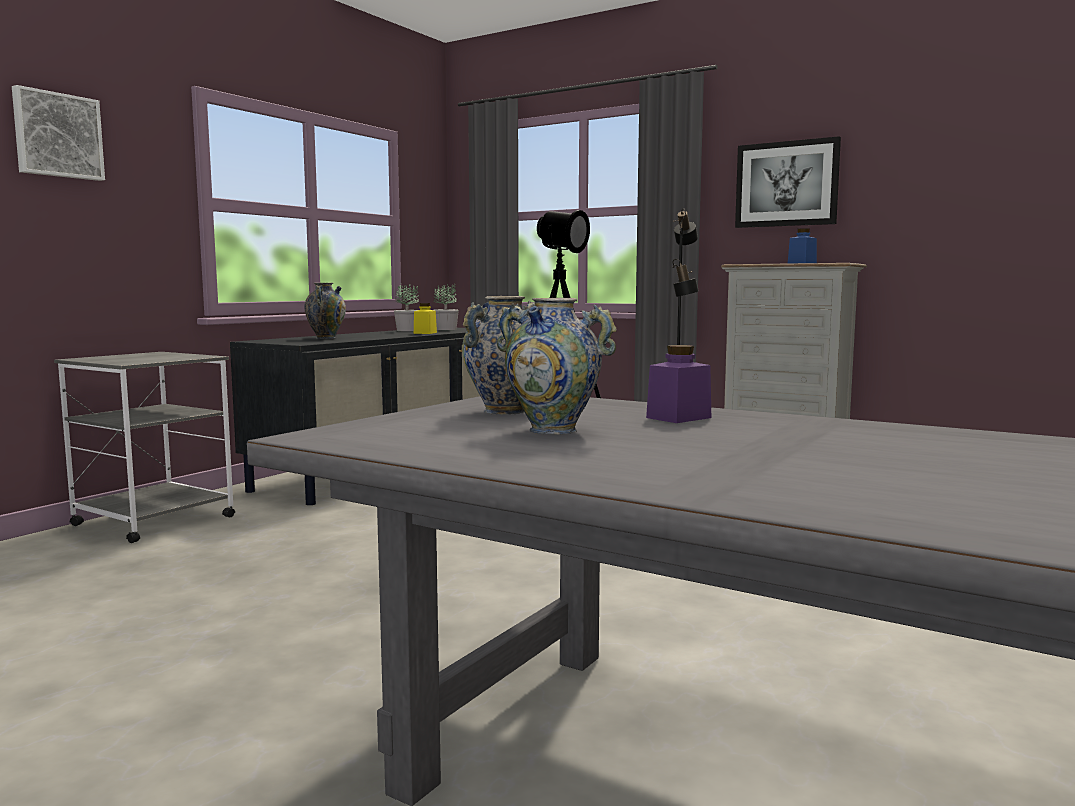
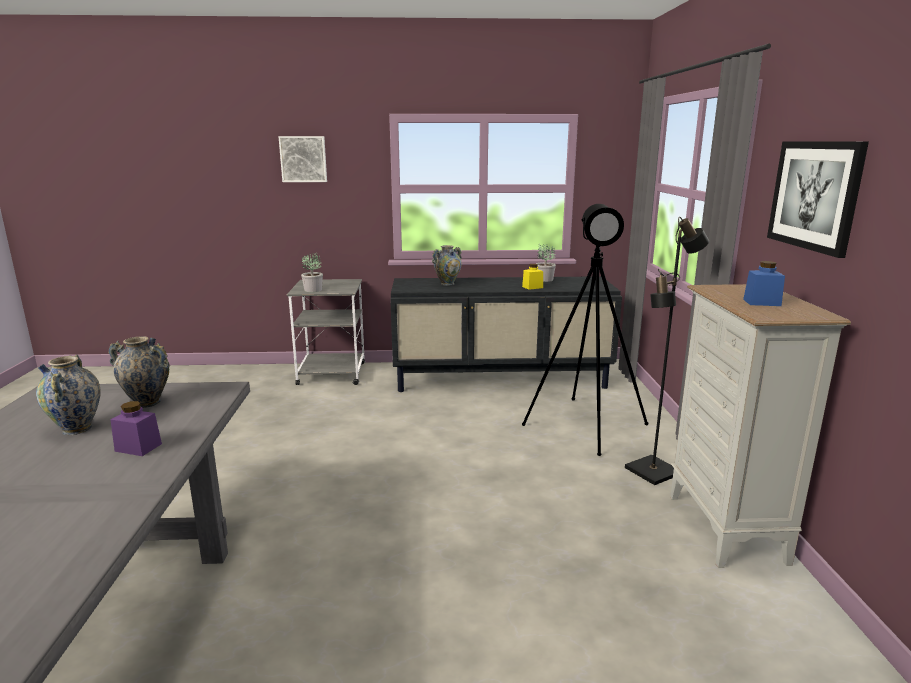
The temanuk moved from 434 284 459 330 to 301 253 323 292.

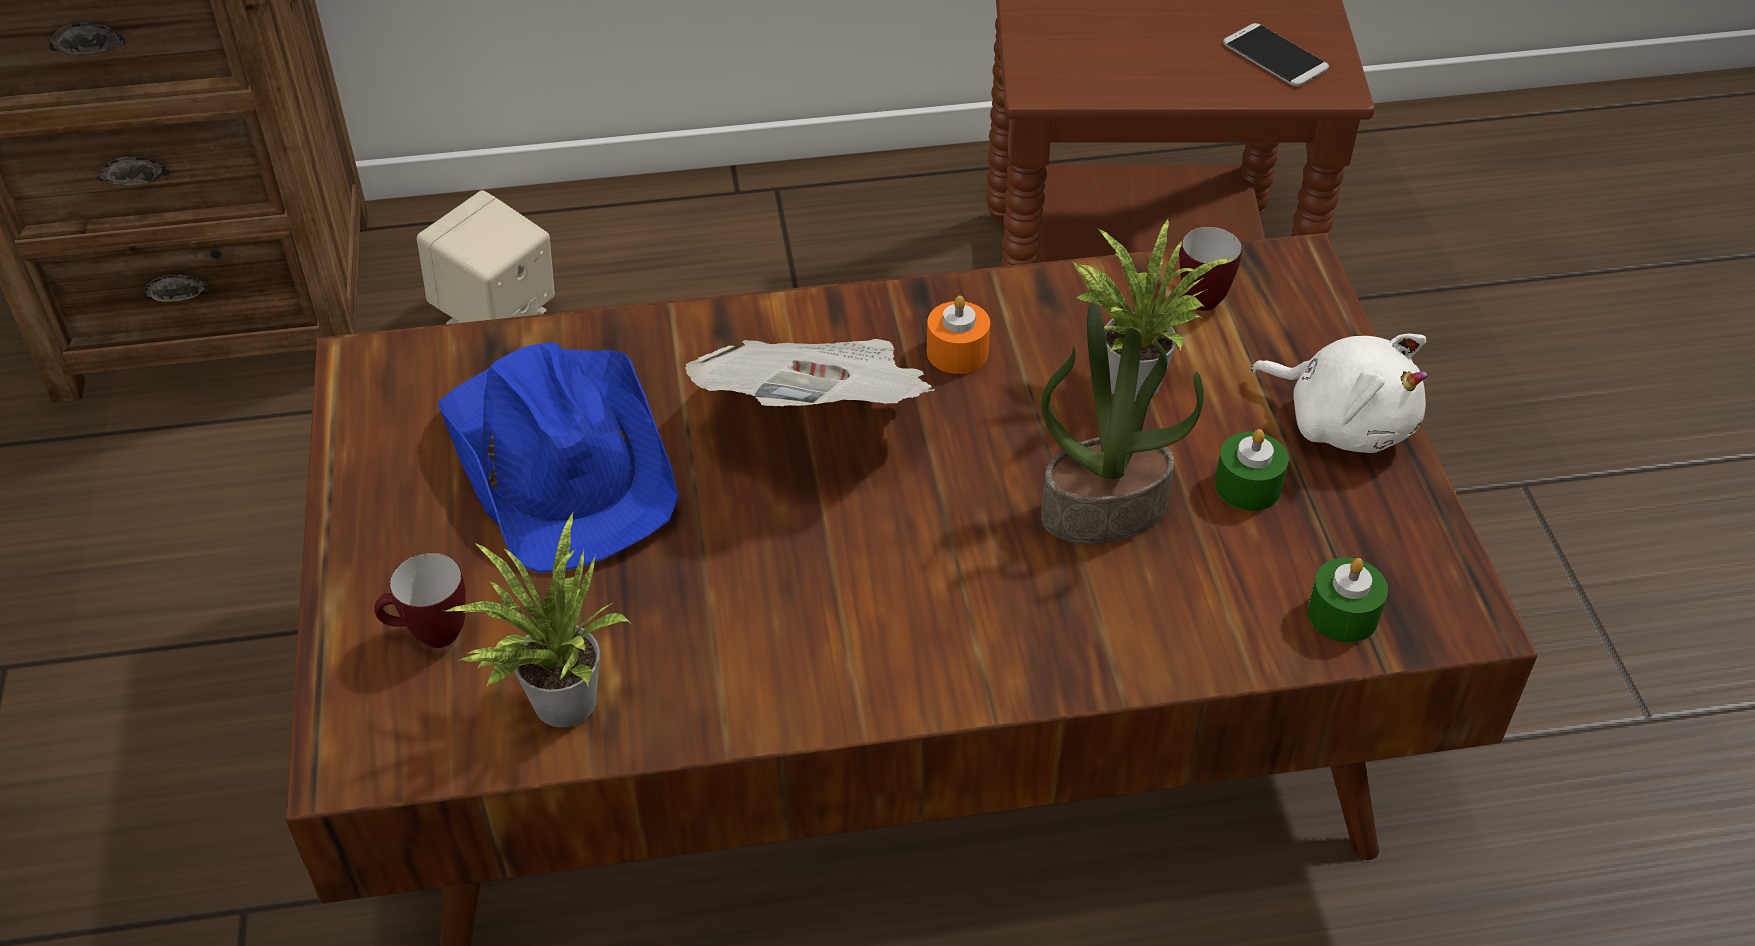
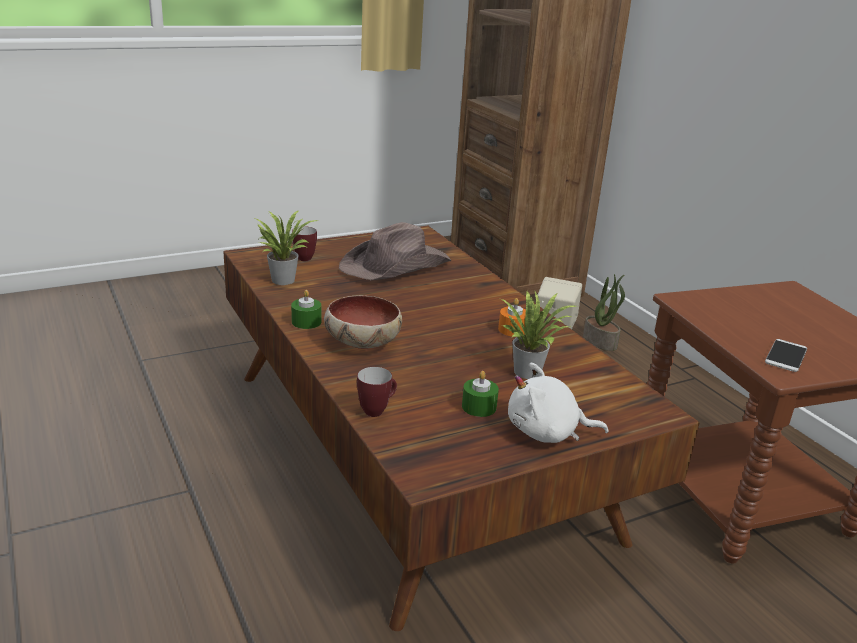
The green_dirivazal moved from 1307 558 1388 643 to 291 290 321 329. The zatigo at 324 295 402 349 appeared. The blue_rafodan at 438 343 679 573 became the brown_rafodan at 339 222 451 280. The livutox moved from 1179 227 1242 311 to 357 367 397 417. The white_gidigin at 1251 333 1428 453 turned 75 degrees clockwise. The temanuk moved from 1041 303 1204 544 to 583 274 625 351. The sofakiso at 685 339 935 406 disappeared.

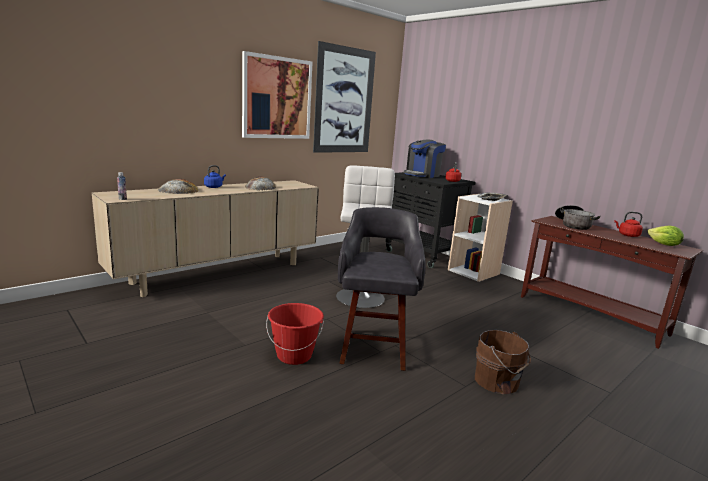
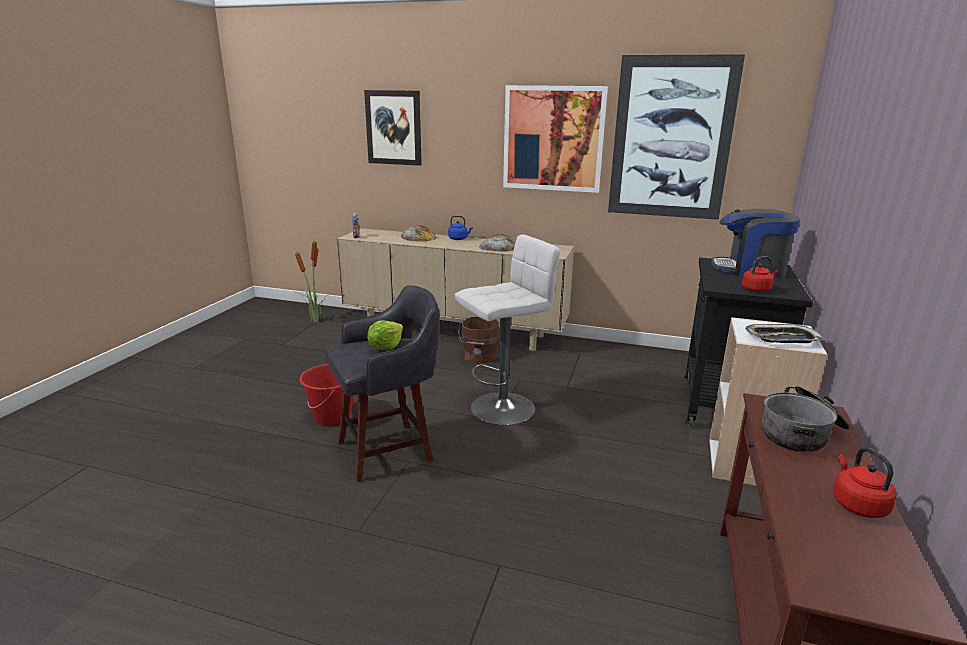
The temanuk at 295 241 330 323 appeared. The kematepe at 364 90 422 166 appeared. The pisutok moved from 647 225 684 246 to 367 321 403 350. The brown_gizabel moved from 475 330 531 394 to 458 316 500 363.

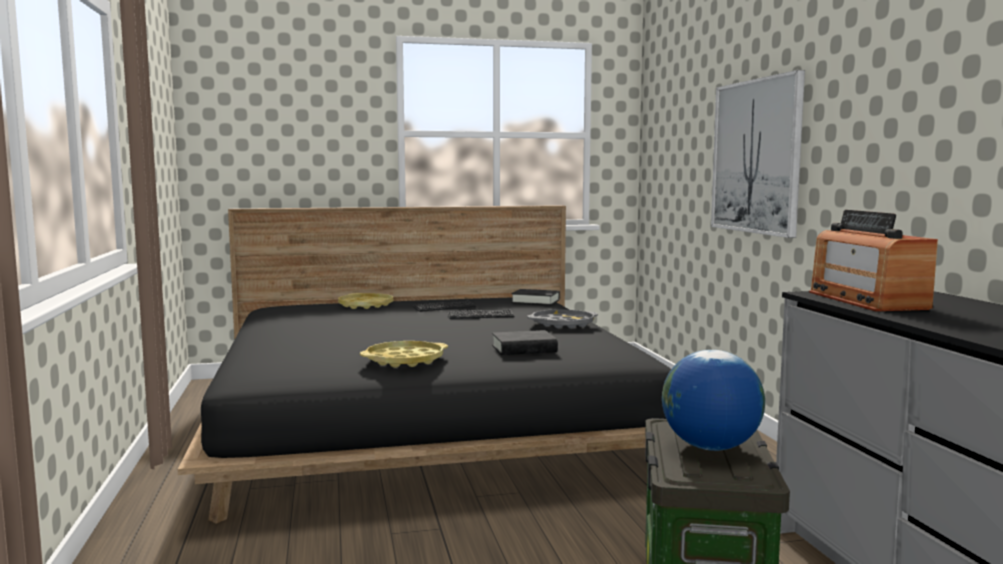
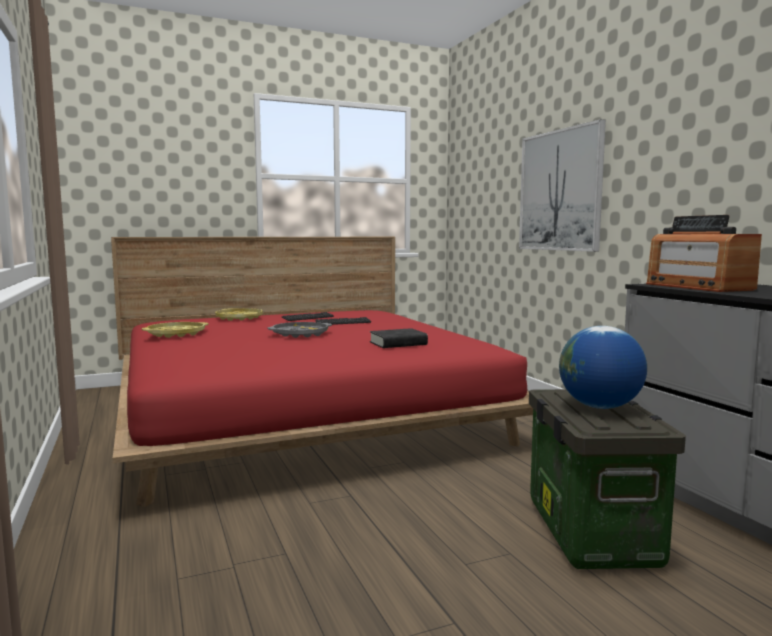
The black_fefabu at 178 205 671 523 became the red_fefabu at 111 237 533 507. The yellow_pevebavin moved from 360 341 448 368 to 142 322 209 338. The grey_pevebavin moved from 527 309 598 328 to 267 322 332 338. The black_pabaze at 511 289 560 305 disappeared.

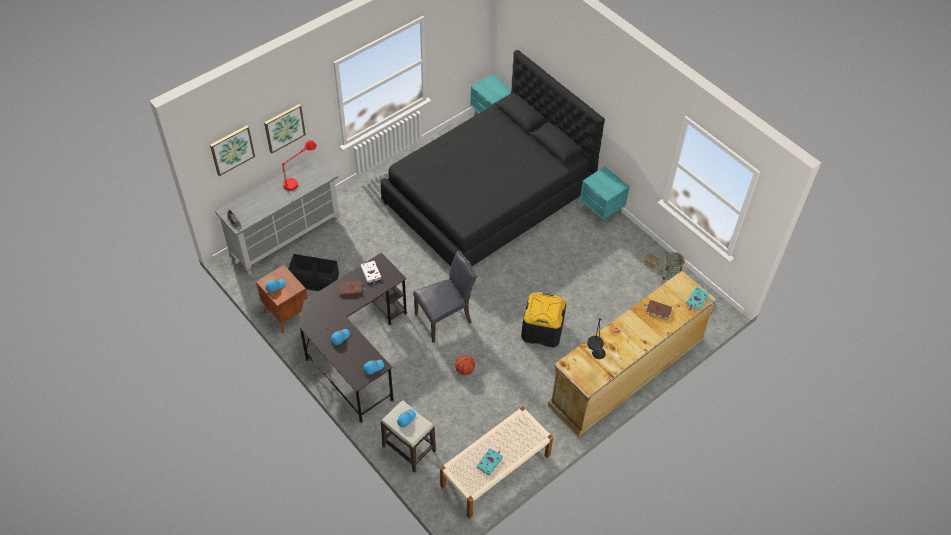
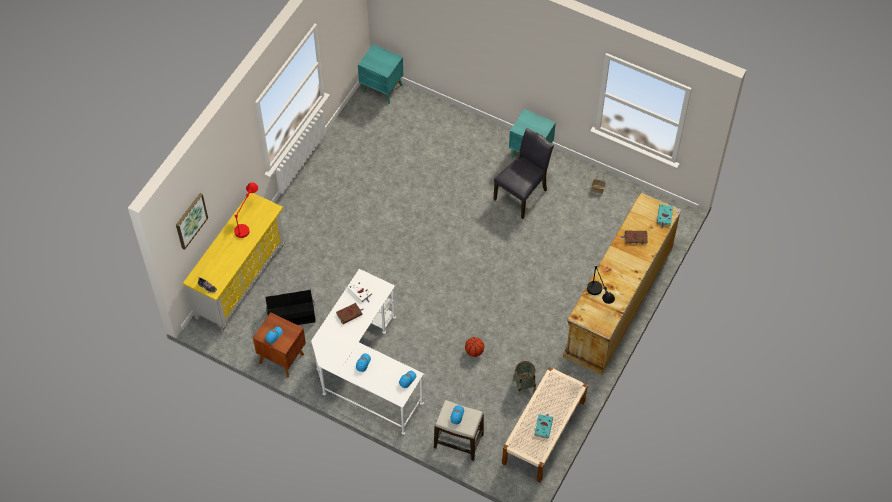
The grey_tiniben at 215 155 340 275 became the yellow_tiniben at 183 193 285 332. The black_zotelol at 298 253 407 423 became the white_zotelol at 311 269 424 435. The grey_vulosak moved from 413 251 477 342 to 493 128 554 219. The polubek moved from 661 252 685 285 to 513 361 536 395. The kematepe at 264 104 306 154 disappeared. The black_fefabu at 380 50 605 266 disappeared. The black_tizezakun at 521 292 566 348 disappeared.

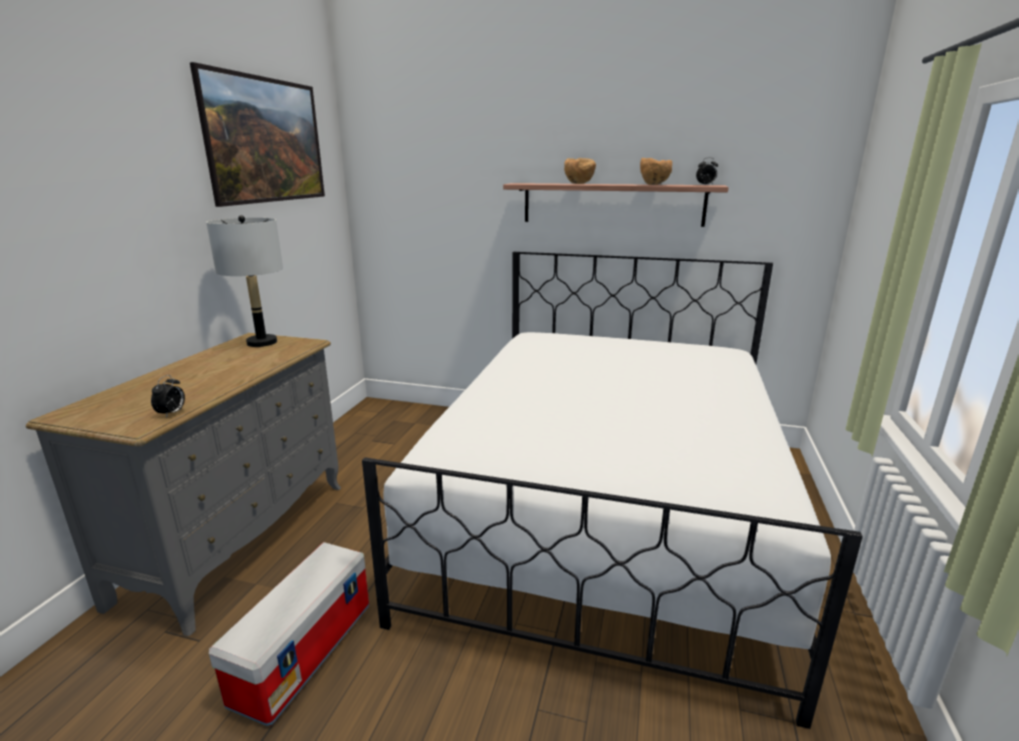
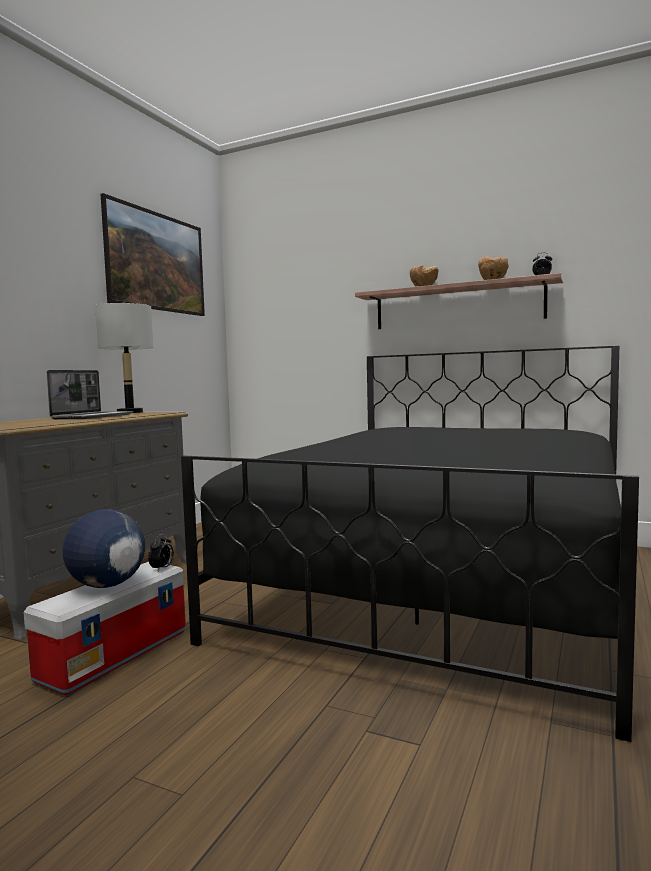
The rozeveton at 47 370 134 419 appeared. The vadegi at 63 509 145 588 appeared. The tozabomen moved from 151 375 185 418 to 148 534 173 571. The white_fefabu at 362 252 863 729 became the black_fefabu at 181 346 639 742.

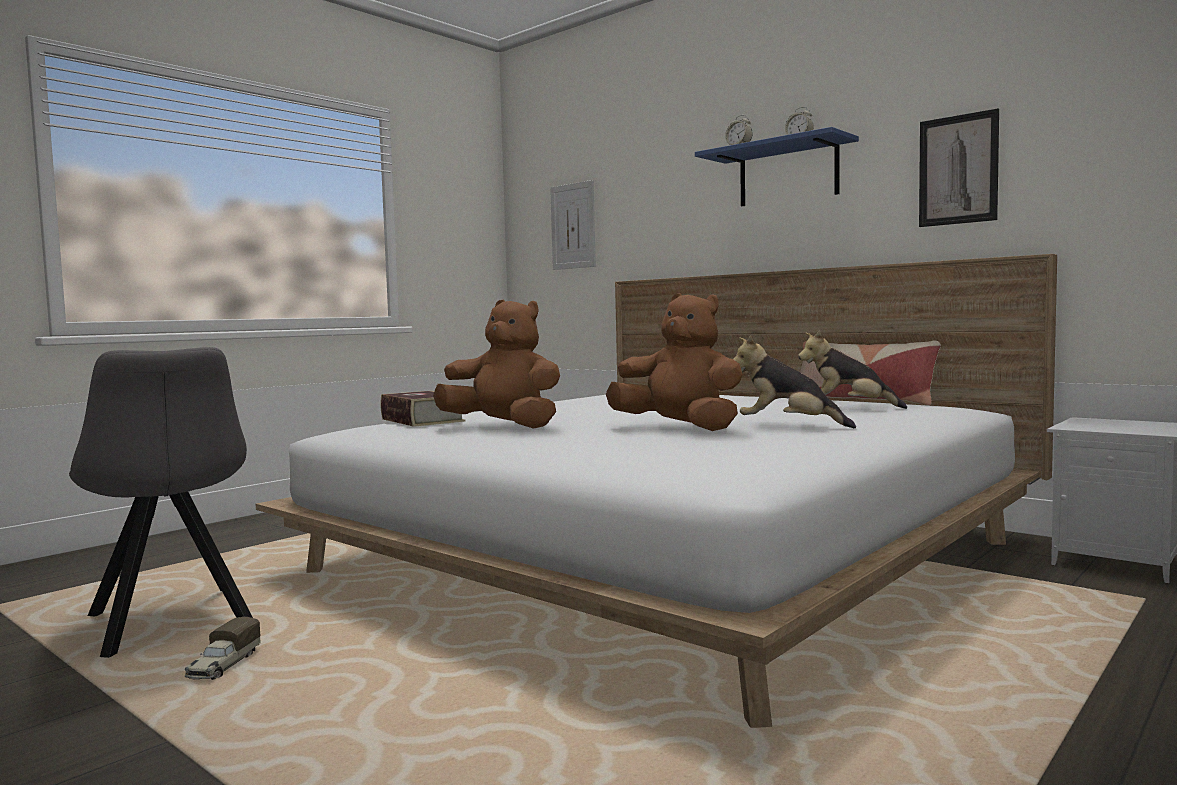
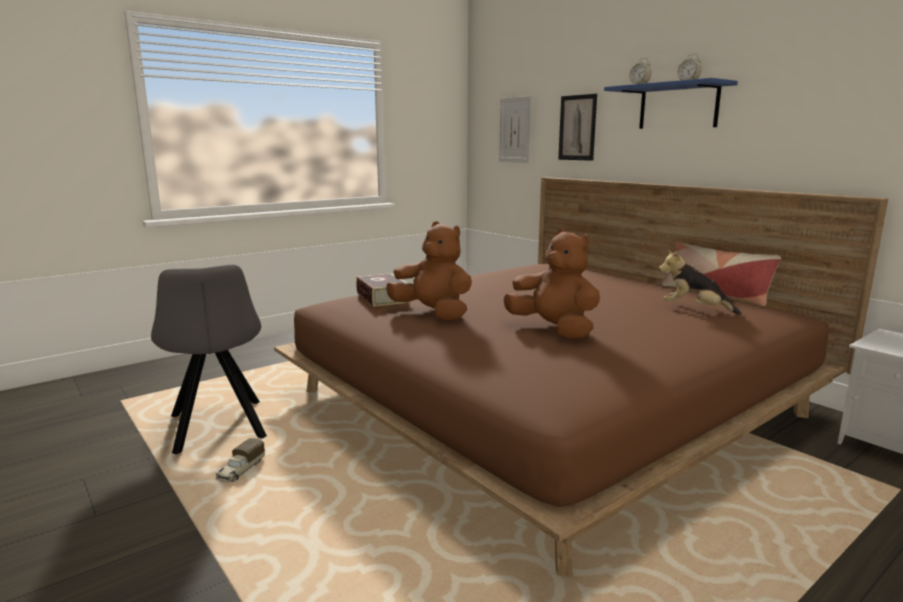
The white_fefabu at 255 254 1057 728 became the brown_fefabu at 274 177 888 577. The kematepe moved from 919 108 999 227 to 558 94 597 161. The gidigin at 733 335 856 428 disappeared.

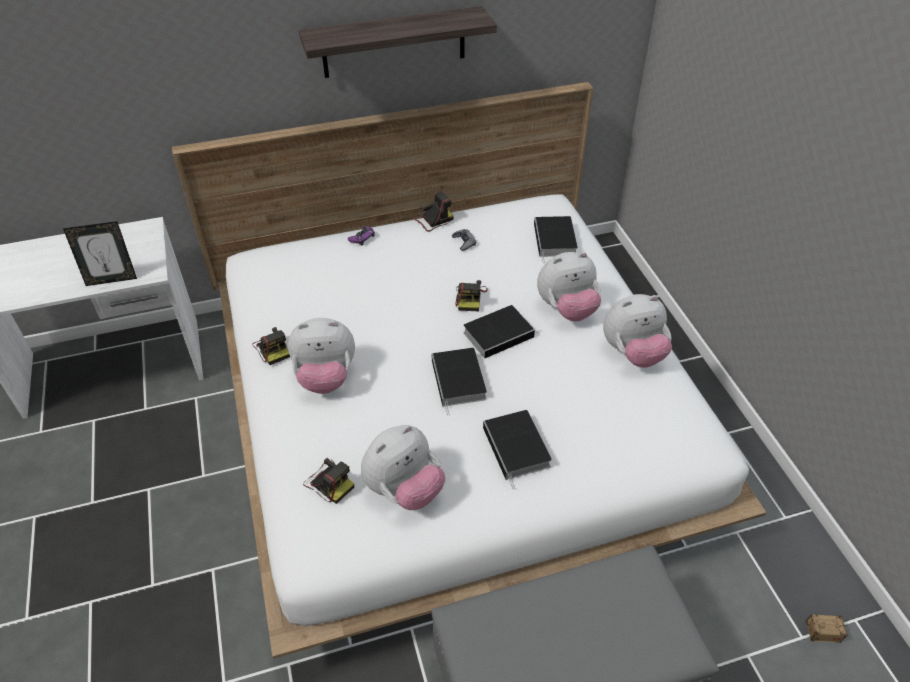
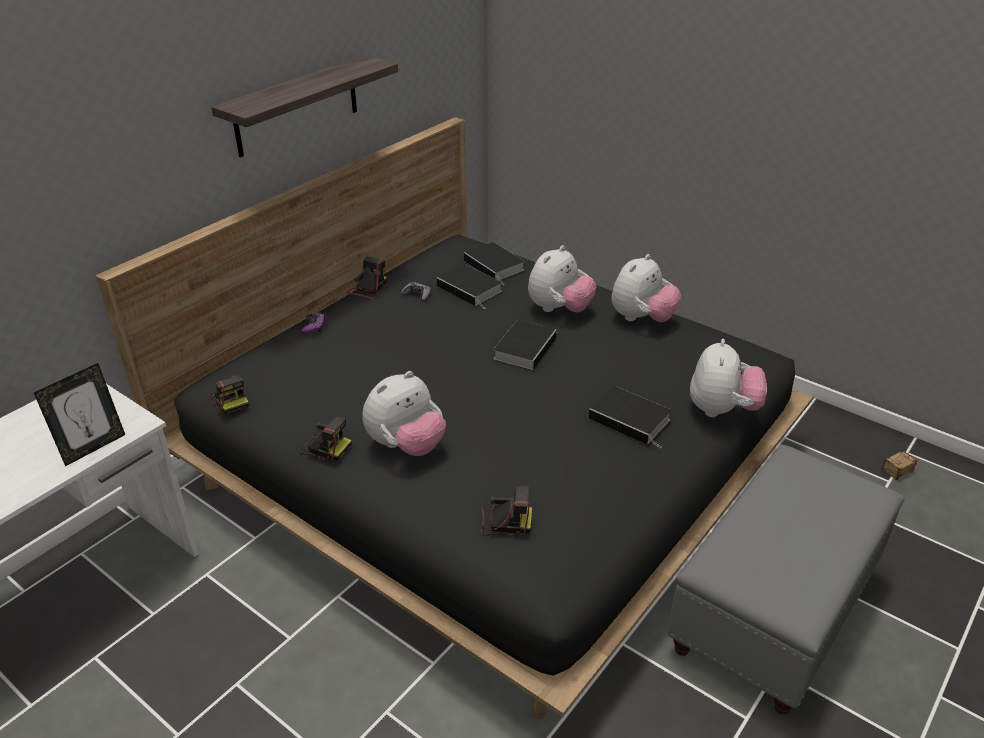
The white_fefabu at 172 82 767 659 became the black_fefabu at 96 117 813 719. The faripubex moved from 456 280 488 311 to 209 375 249 414. The pabaze moved from 432 348 487 416 to 437 264 502 309. The gidigin moved from 361 425 446 510 to 690 339 767 417.

